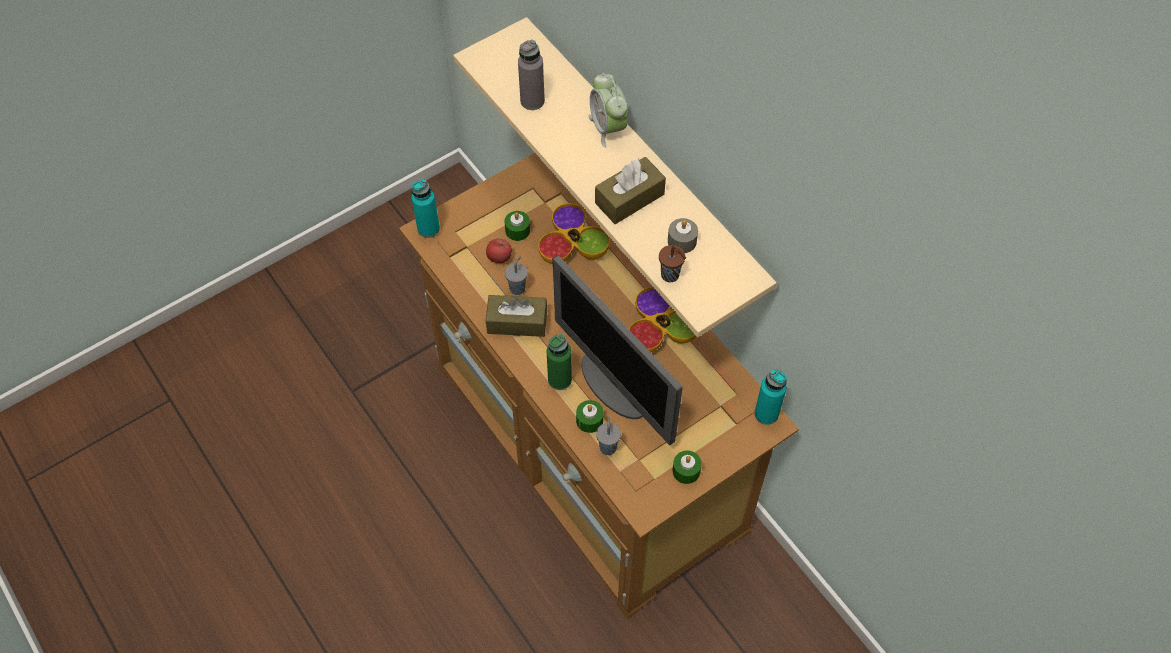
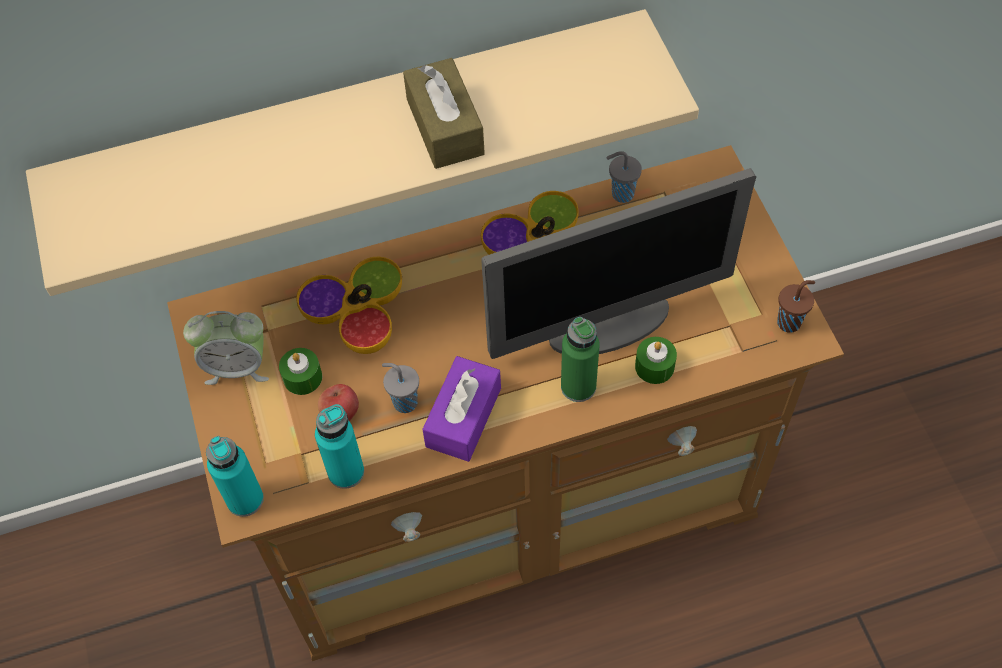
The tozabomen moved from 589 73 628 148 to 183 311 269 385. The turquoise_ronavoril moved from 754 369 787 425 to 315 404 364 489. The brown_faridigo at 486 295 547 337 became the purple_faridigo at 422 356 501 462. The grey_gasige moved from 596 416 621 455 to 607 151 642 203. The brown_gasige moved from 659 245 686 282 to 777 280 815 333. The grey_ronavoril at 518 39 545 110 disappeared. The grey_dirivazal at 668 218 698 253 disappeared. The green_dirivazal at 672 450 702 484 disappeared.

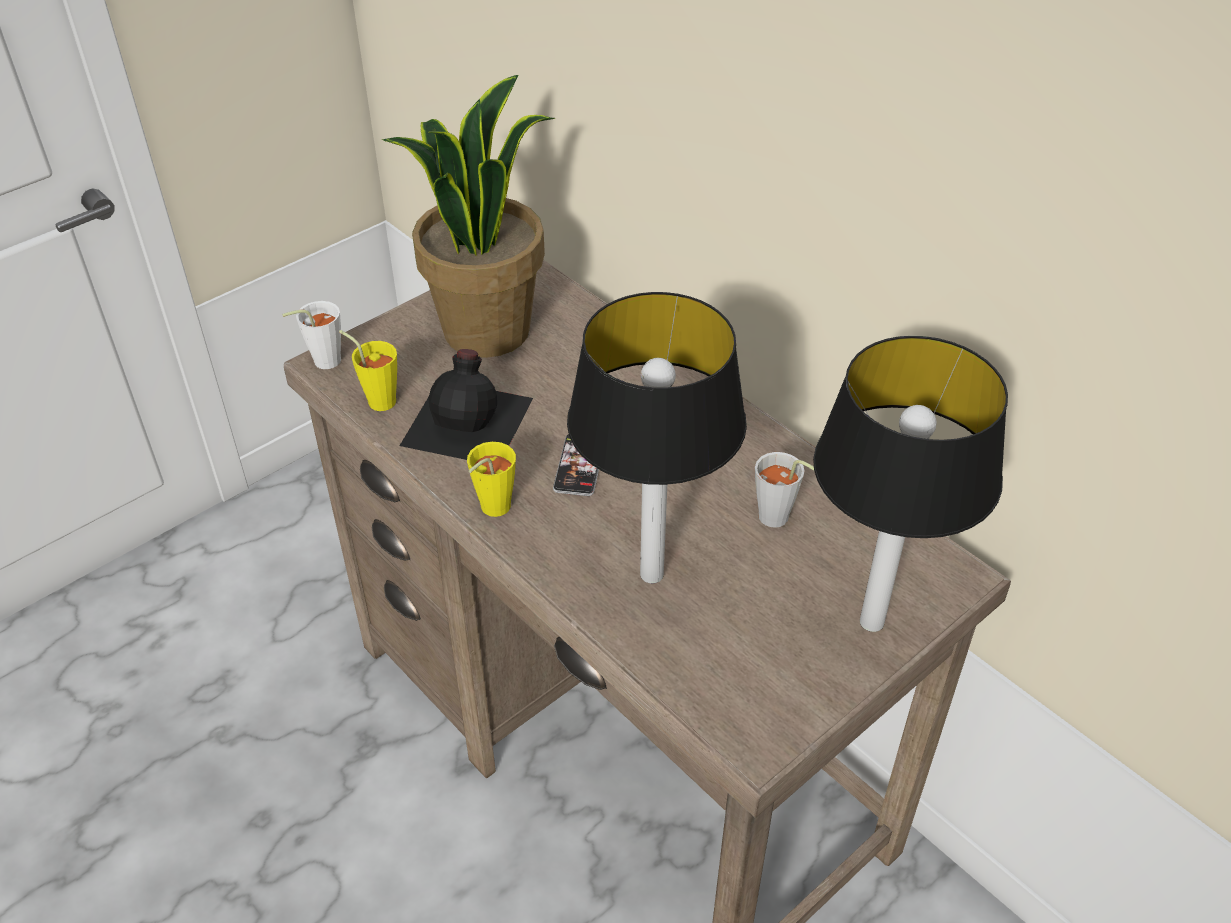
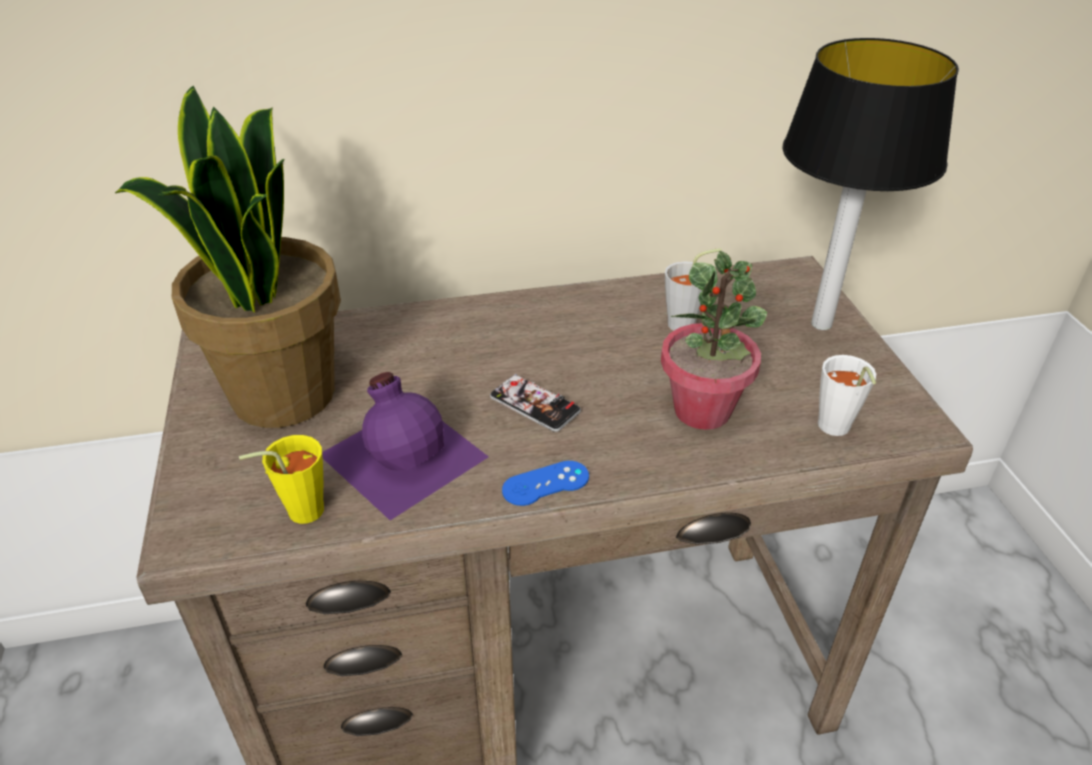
The black_ronavoril at 400 349 533 460 became the purple_ronavoril at 322 372 489 520. The yellow_gasige at 467 442 516 517 was replaced by the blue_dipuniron at 502 461 589 506. The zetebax at 567 292 747 583 was replaced by the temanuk at 661 251 767 430. The white_gasige moved from 282 301 341 369 to 818 355 876 436.

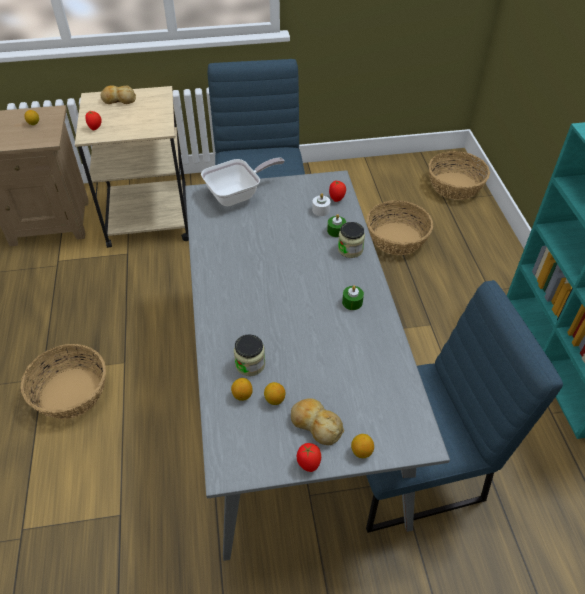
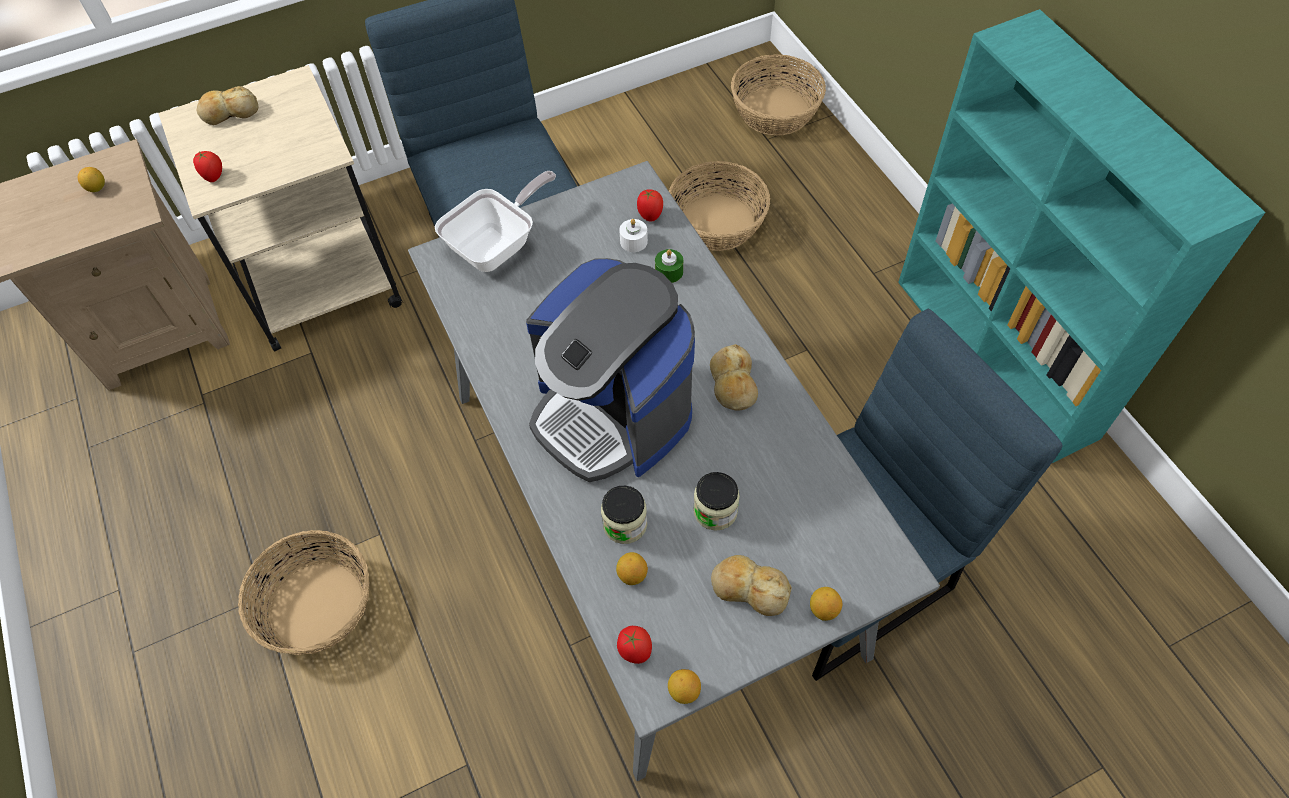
The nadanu at 526 258 695 482 appeared. The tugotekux moved from 297 443 321 472 to 617 626 652 664. The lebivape moved from 264 382 285 405 to 668 669 701 704. The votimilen moved from 338 222 365 258 to 693 472 740 531. The green_dirivazal at 342 285 364 310 was replaced by the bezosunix at 710 344 758 410.

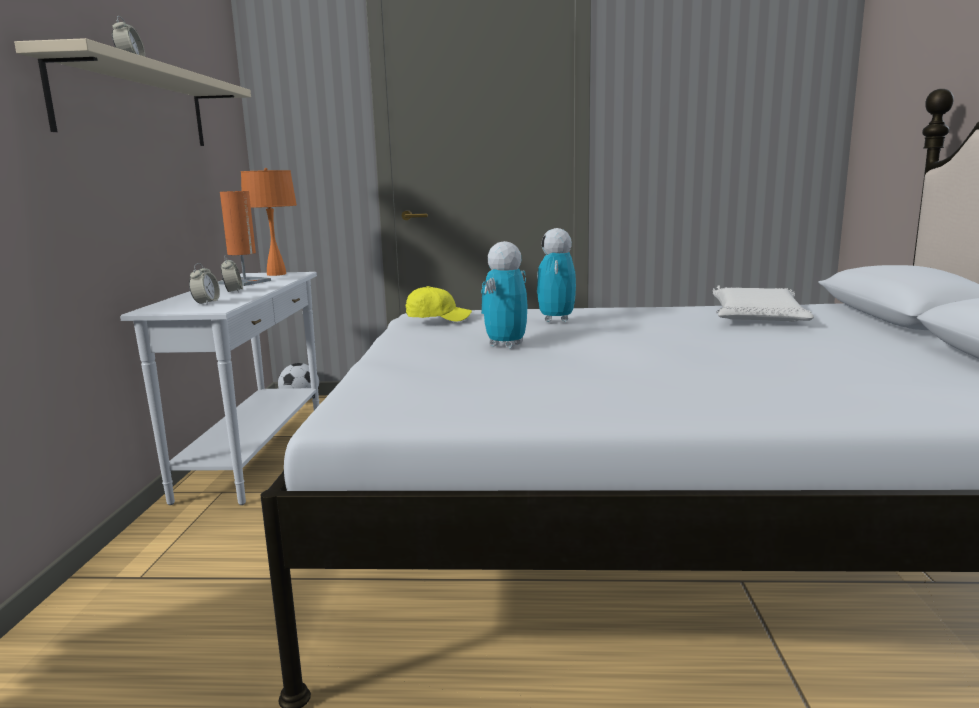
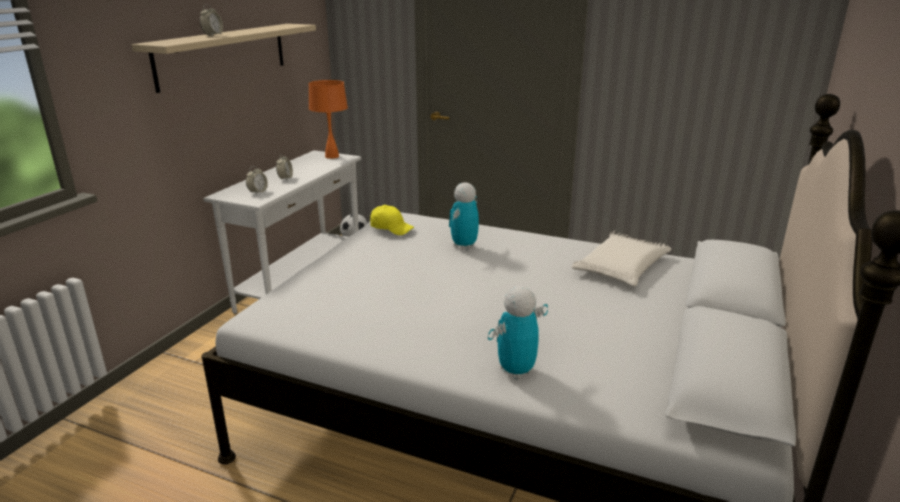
The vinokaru moved from 481 241 528 348 to 488 286 548 379. The orange_zetebax at 218 191 271 286 disappeared.

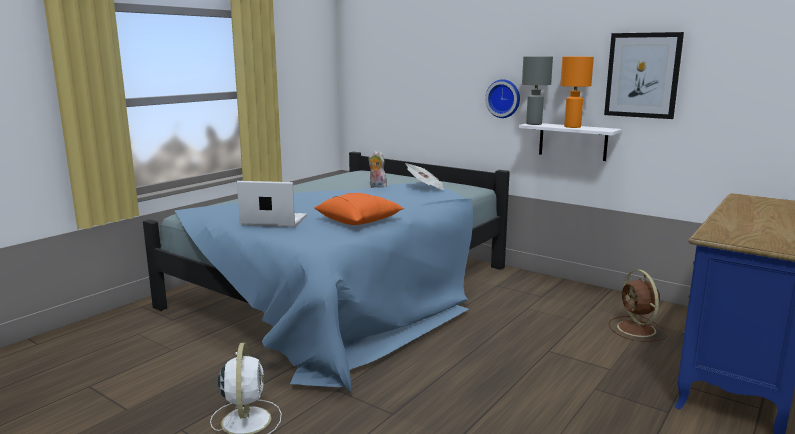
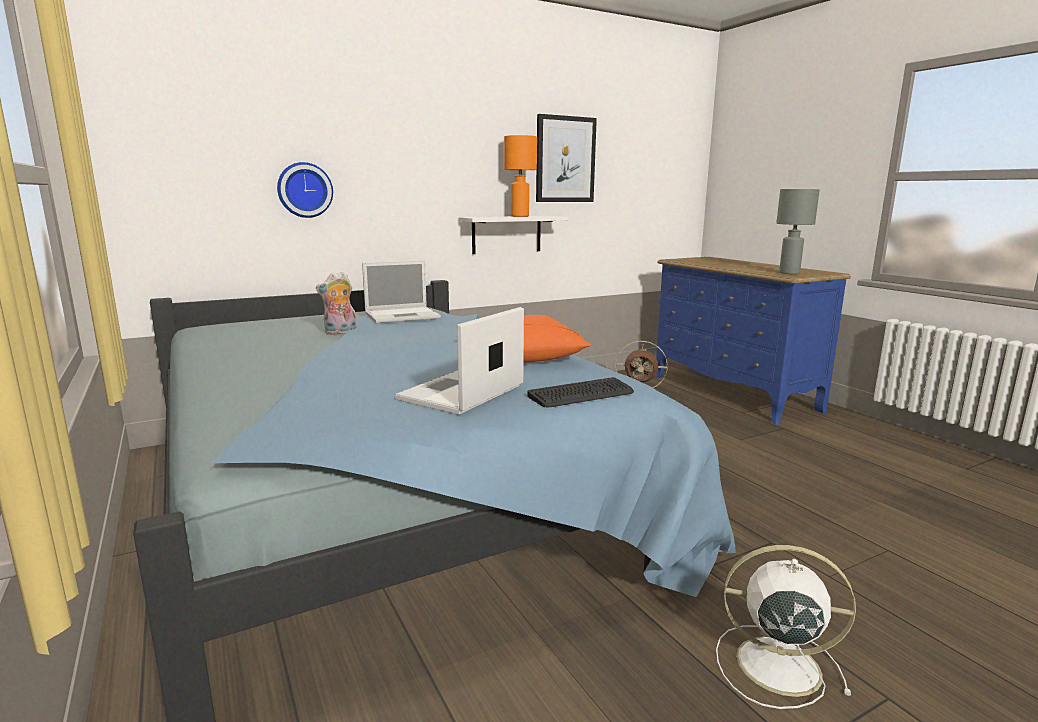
The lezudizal moved from 485 79 520 118 to 277 162 333 218. The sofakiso at 406 163 444 190 was replaced by the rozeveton at 362 260 441 323. The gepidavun at 527 377 634 407 appeared. The grey_zetebax moved from 522 56 553 125 to 776 189 820 274.

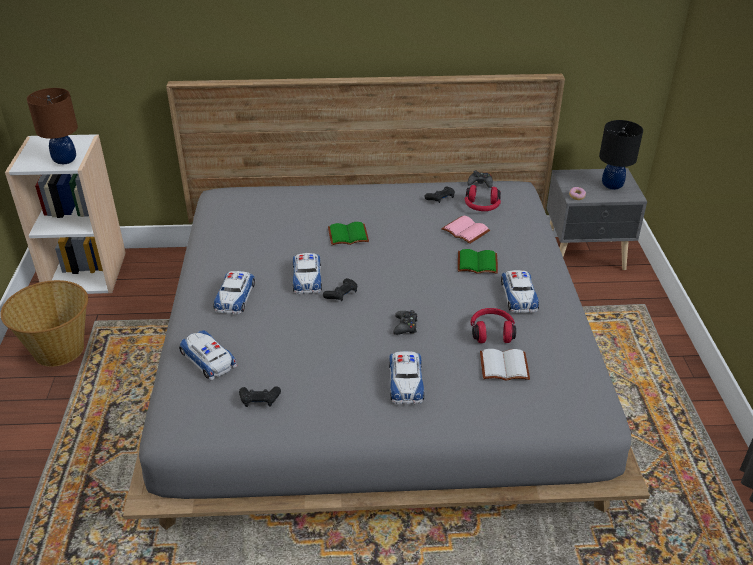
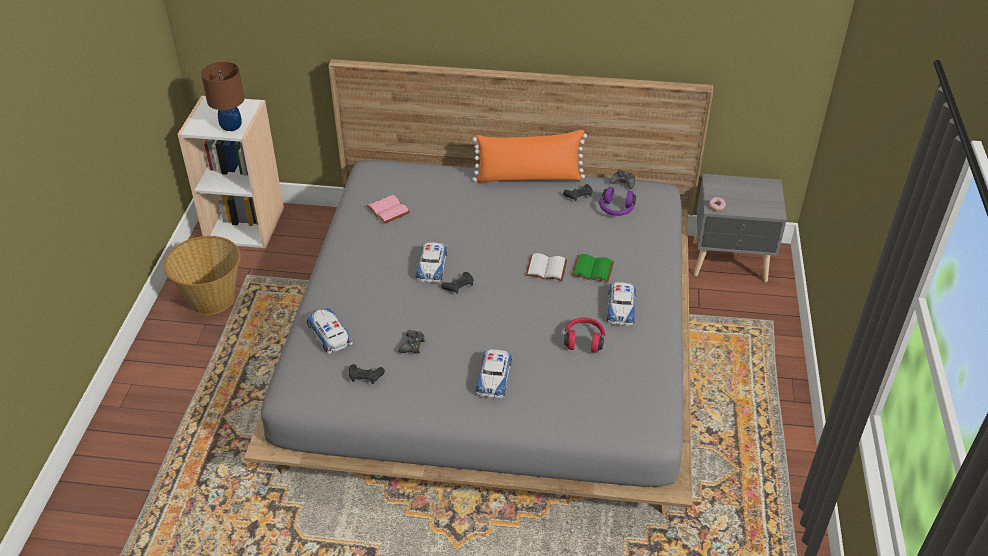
The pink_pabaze moved from 441 215 490 244 to 367 195 410 224. The black_dipuniron moved from 393 310 418 335 to 398 330 425 354. The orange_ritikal at 473 130 587 183 appeared. The white_pabaze moved from 480 349 530 381 to 526 253 567 281. The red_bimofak at 465 185 501 211 became the purple_bimofak at 599 187 636 216. The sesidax at 214 271 256 314 disappeared. The green_pabaze at 328 222 369 245 disappeared. The black_zetebax at 599 120 643 190 disappeared.

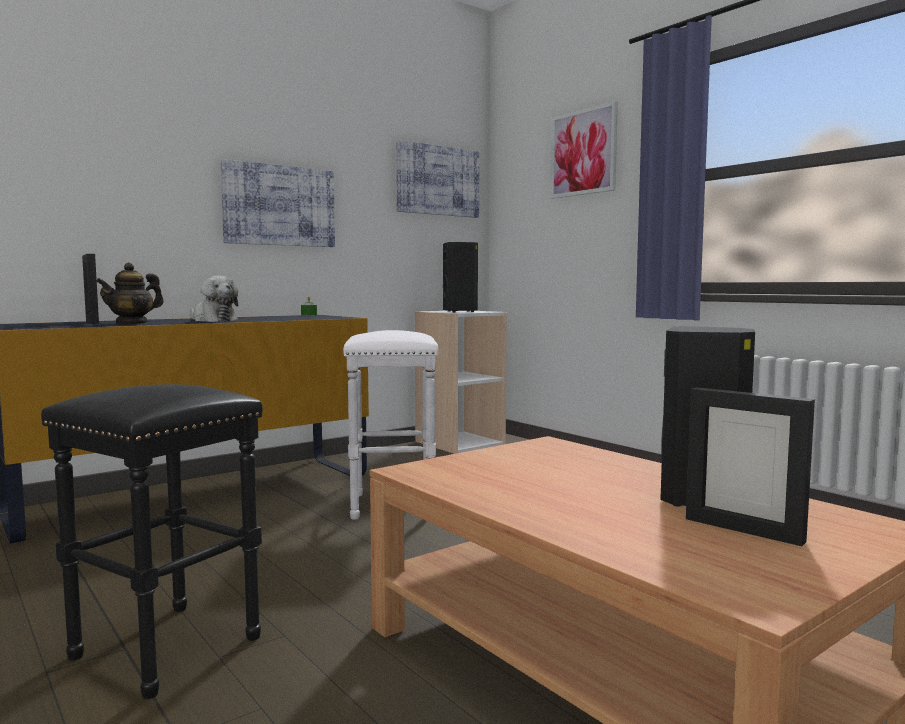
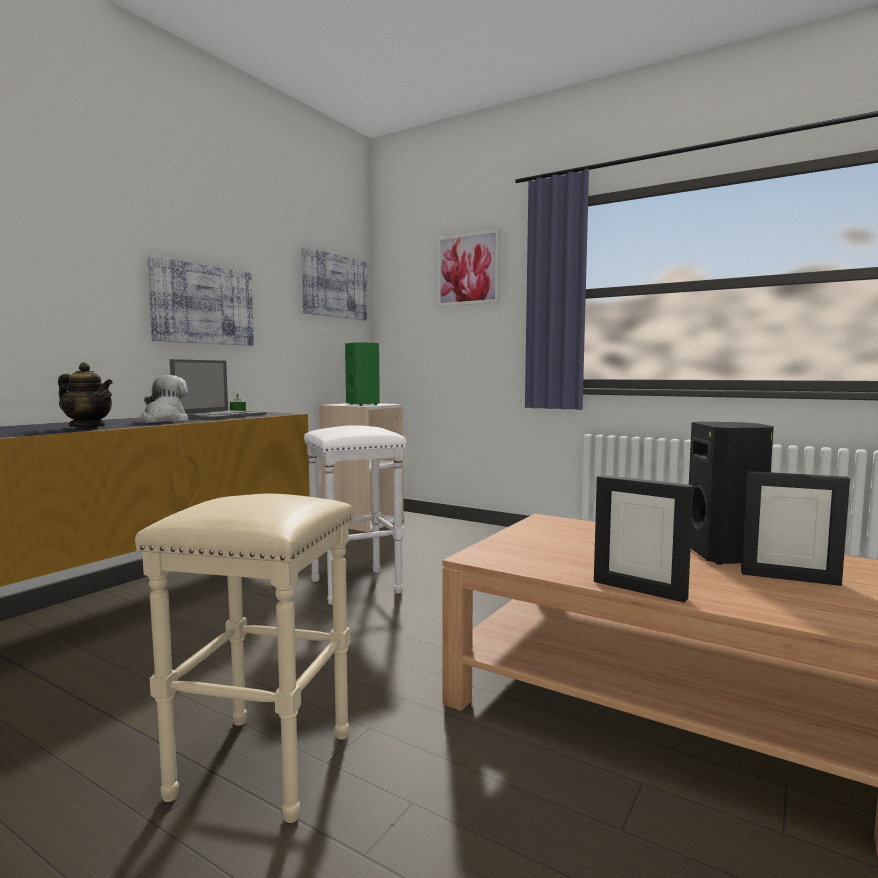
The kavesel at 96 262 164 325 turned 90 degrees counterclockwise. The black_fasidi at 41 384 263 699 became the beige_fasidi at 135 494 353 823. The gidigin at 190 275 238 322 turned 105 degrees counterclockwise. The rozeveton at 170 359 266 419 appeared. The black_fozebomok at 443 242 478 313 became the green_fozebomok at 345 342 380 406. The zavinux moved from 82 254 99 324 to 594 475 694 603.

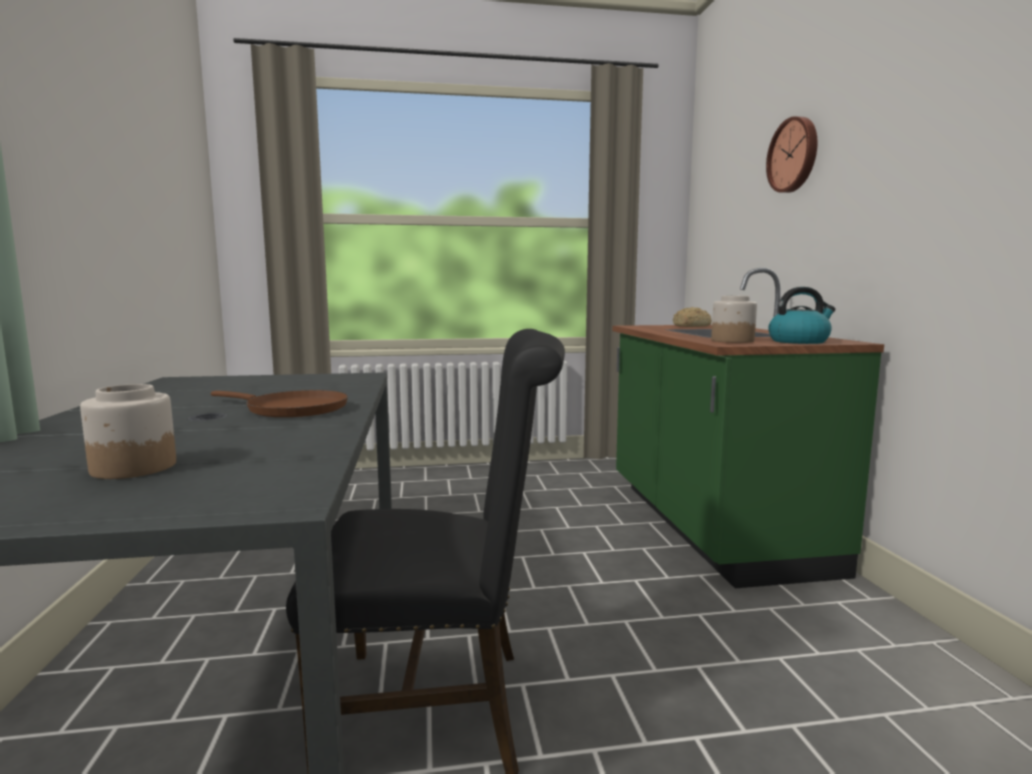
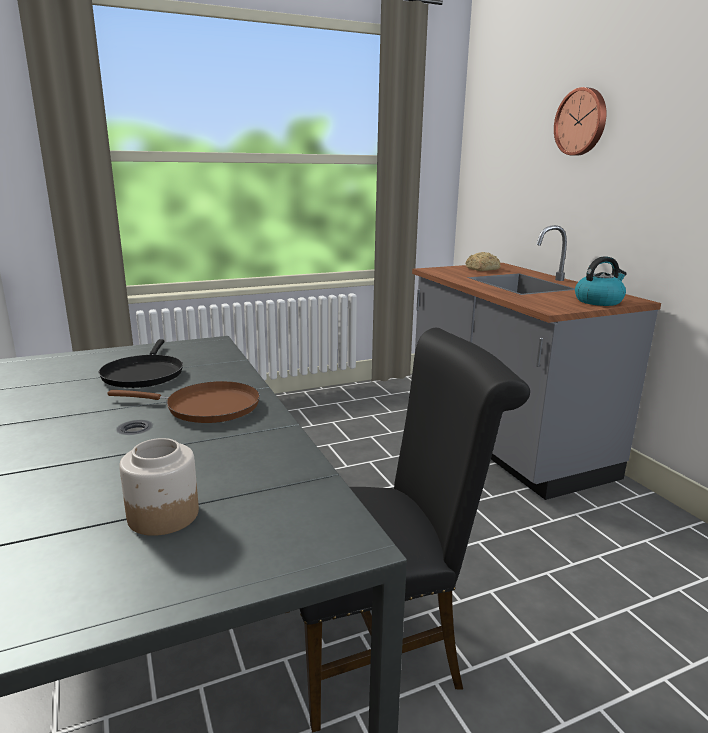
The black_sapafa at 99 339 183 388 appeared. The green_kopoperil at 612 268 884 588 became the grey_kopoperil at 412 225 661 500. The votimilen at 711 296 757 343 disappeared.

